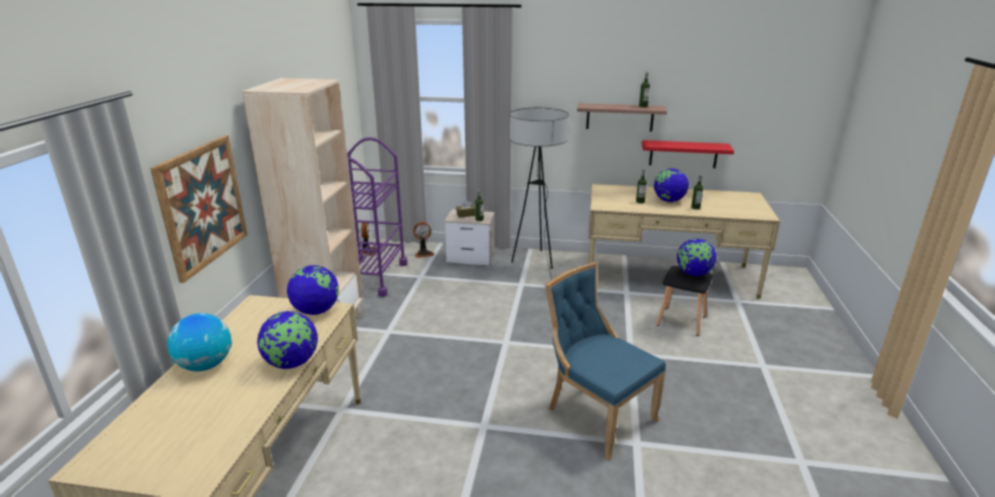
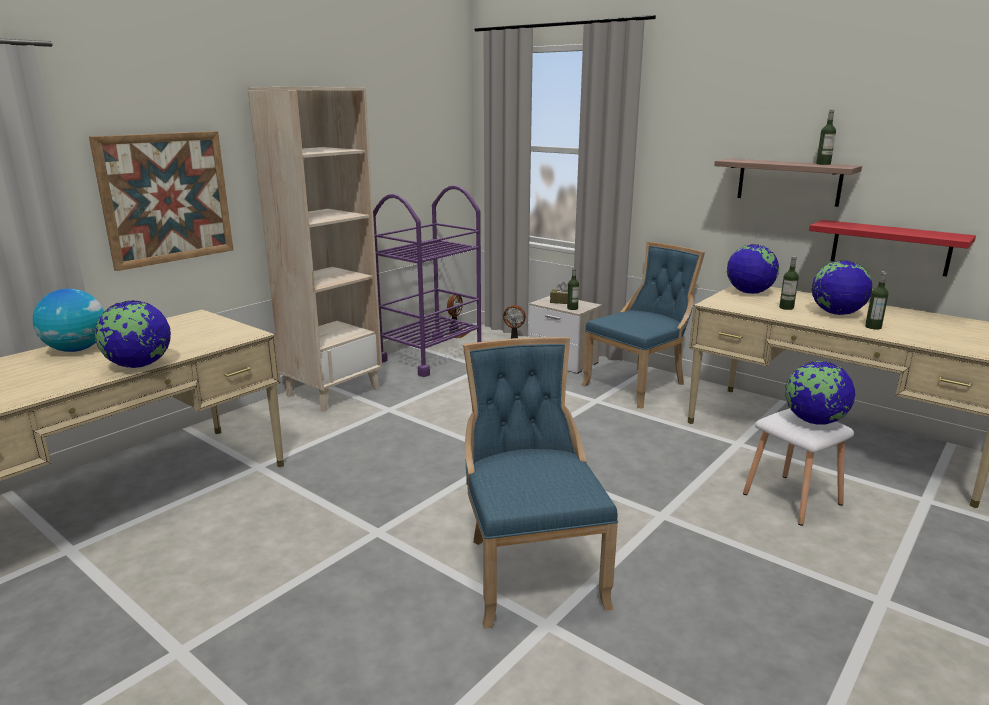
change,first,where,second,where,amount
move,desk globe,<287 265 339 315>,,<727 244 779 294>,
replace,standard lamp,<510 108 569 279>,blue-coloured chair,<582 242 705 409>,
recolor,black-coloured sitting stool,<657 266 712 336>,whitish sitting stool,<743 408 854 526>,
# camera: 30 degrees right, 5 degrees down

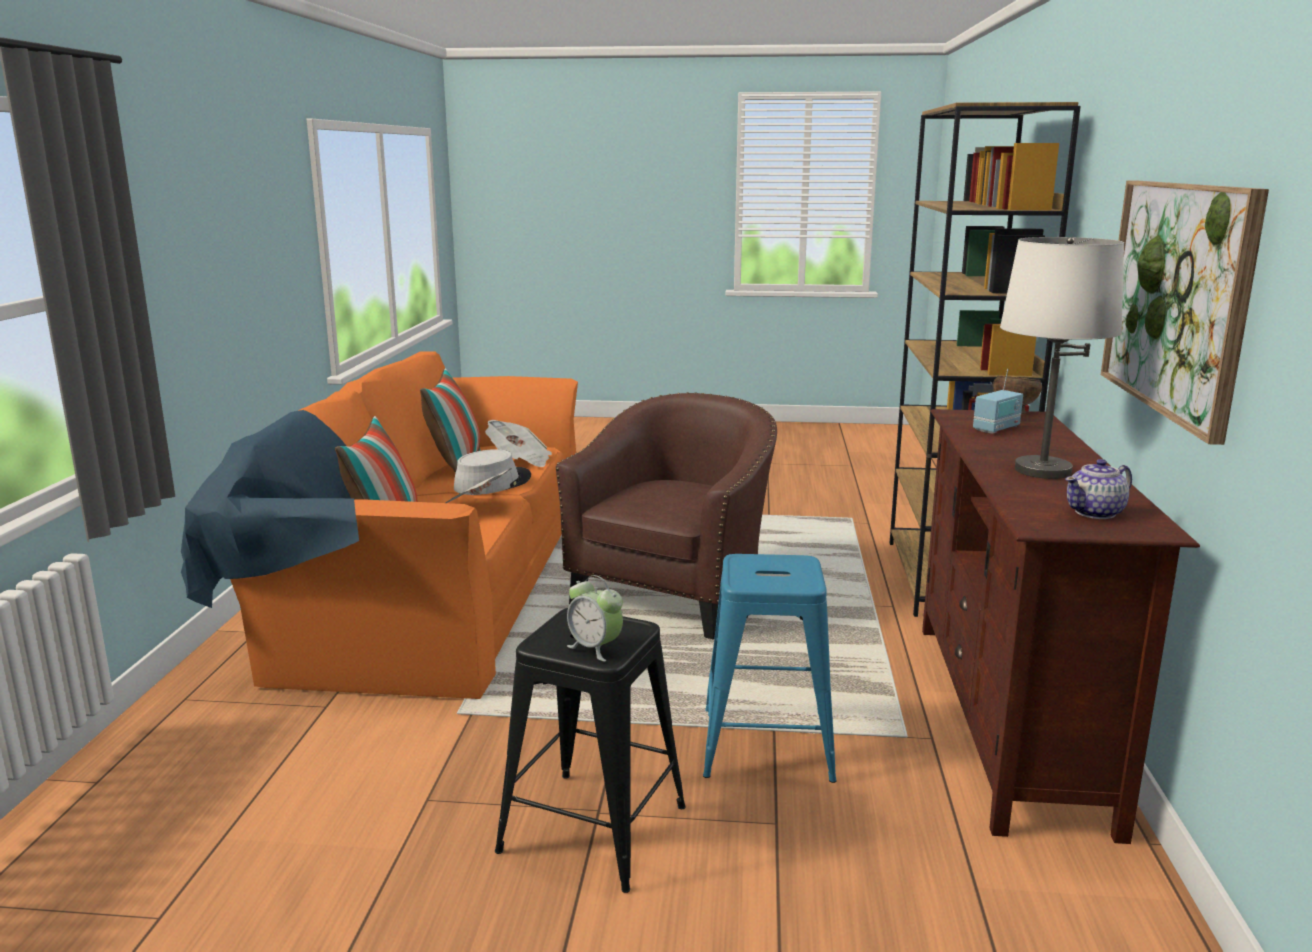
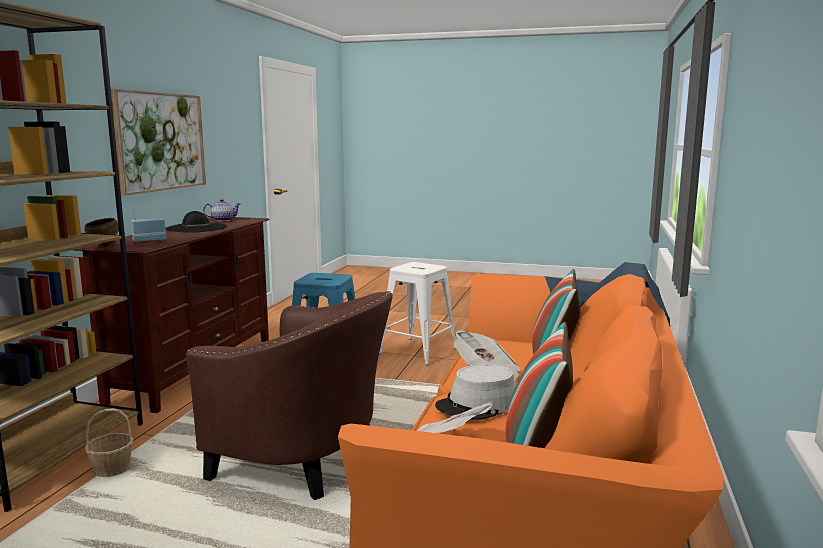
change,first,where,second,where,amount
recolor,black-coloured sitting stool,<495 608 686 893>,whitish sitting stool,<379 262 456 365>,
rotate,brown lounge chair,<556 392 777 639>,,<186 291 393 500>,105 degrees counterclockwise
delete,table clock,<567 575 623 662>,,,
replace,whitish tabletop lamp,<1000 237 1124 479>,black-coloured hat,<166 211 227 233>,
insert,,,basket,<85 408 134 477>,
# camera: 170 degrees left, 5 degrees down

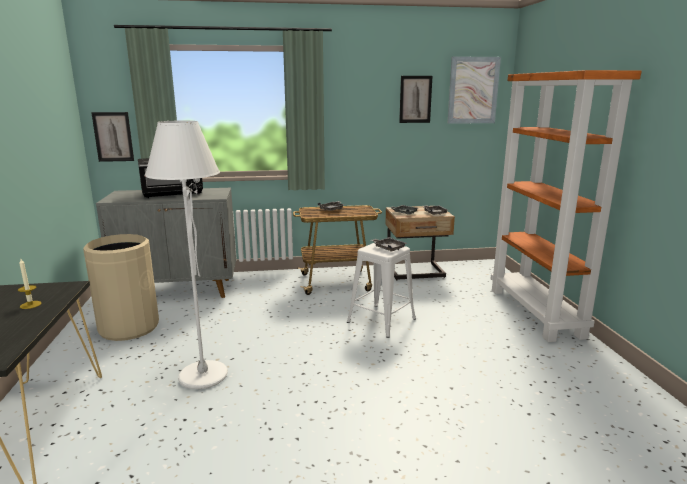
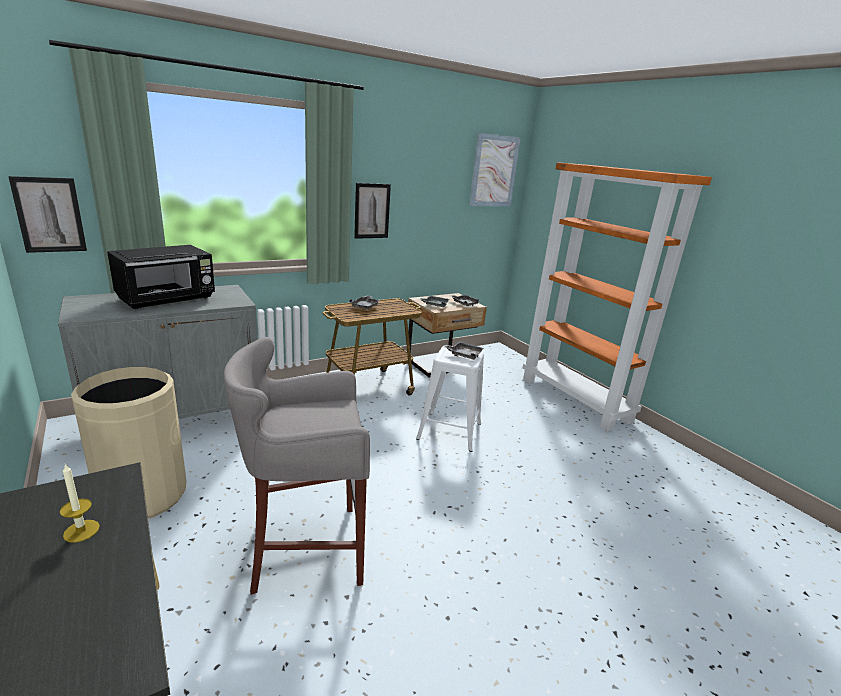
change,first,where,second,where,amount
replace,whitish standard lamp,<145 120 228 389>,gray sitting stool,<224 337 370 595>,
move,wall art,<399 76 432 123>,,<354 183 391 239>,
# camera: 25 degrees left, 5 degrees up

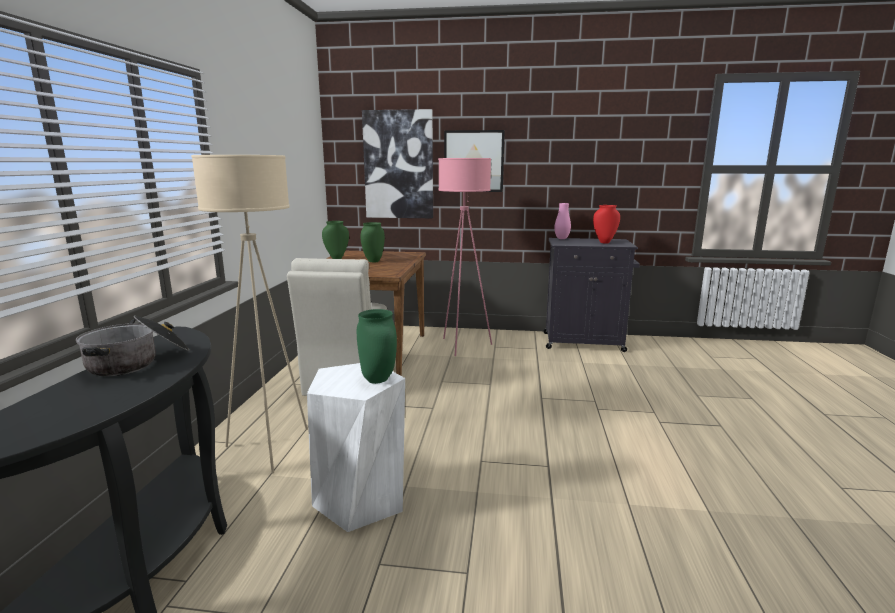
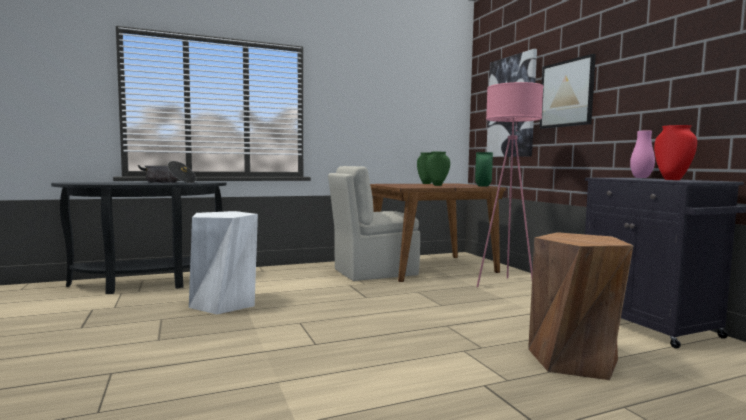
change,first,where,second,where,amount
delete,beige standard lamp,<191 155 308 473>,,,
move,green-coloured decorative vase,<357 309 397 384>,,<475 152 493 187>,
insert,,,brown sitting stool,<528 232 633 380>,
# camera: 60 degrees right, 10 degrees down

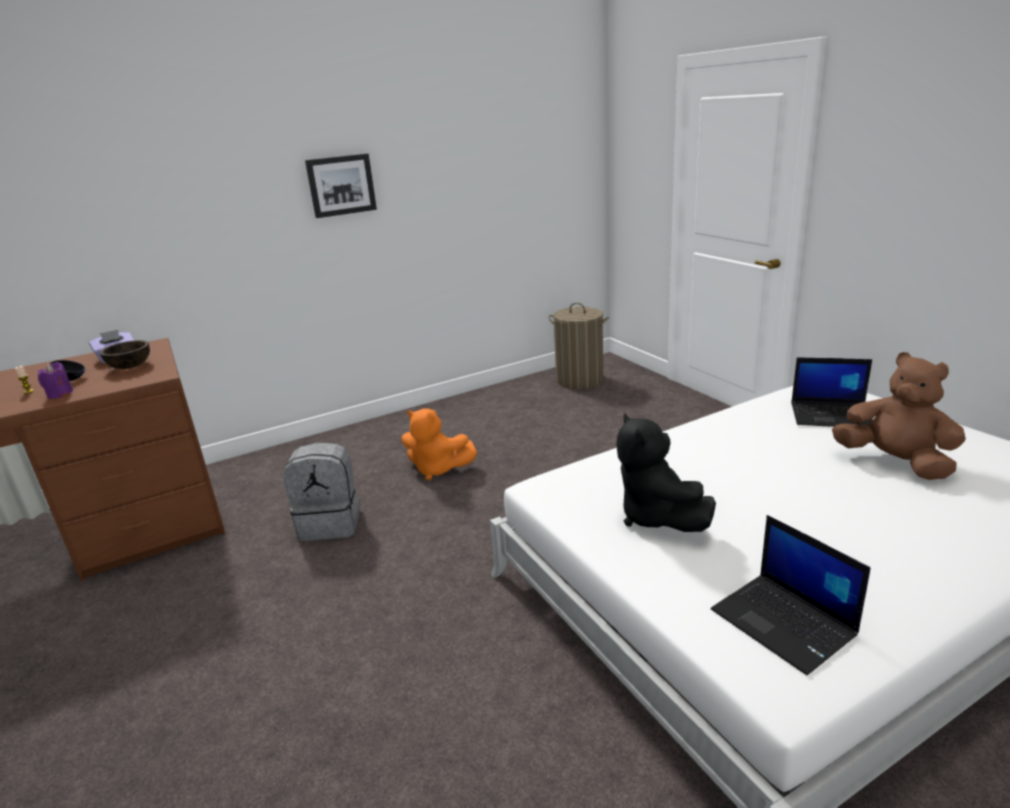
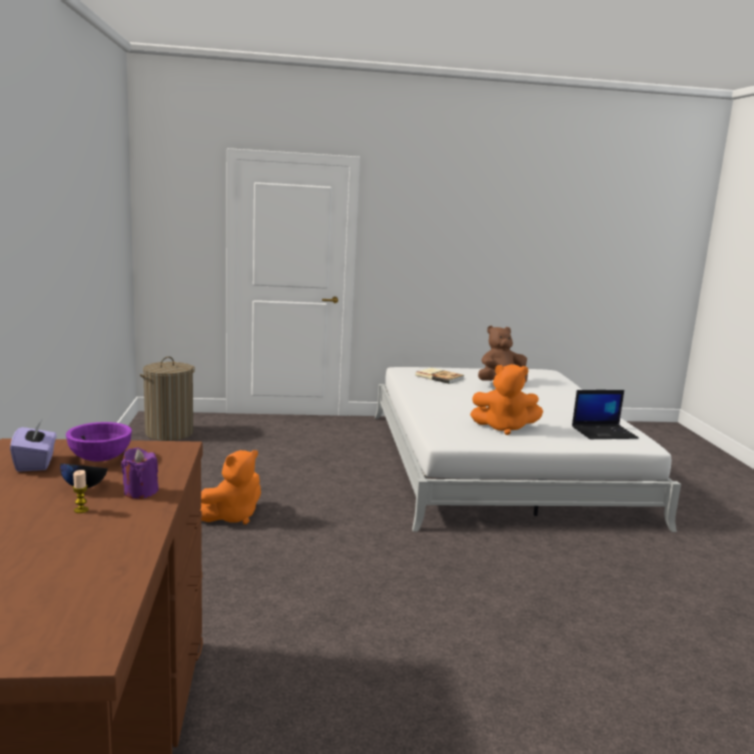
change,first,where,second,where,amount
recolor,brown serving bowl,<99 340 150 369>,purplish serving bowl,<66 422 132 461>,
delete,gray backpack,<283 442 360 541>,,,
delete,wall art,<305 153 377 218>,,,
recolor,black-coloured plush toy,<616 413 716 532>,orangey plush toy,<470 364 543 435>,
replace,notebook computer,<791 357 872 427>,book,<415 368 464 384>,
# camera: 70 degrees left, 10 degrees down

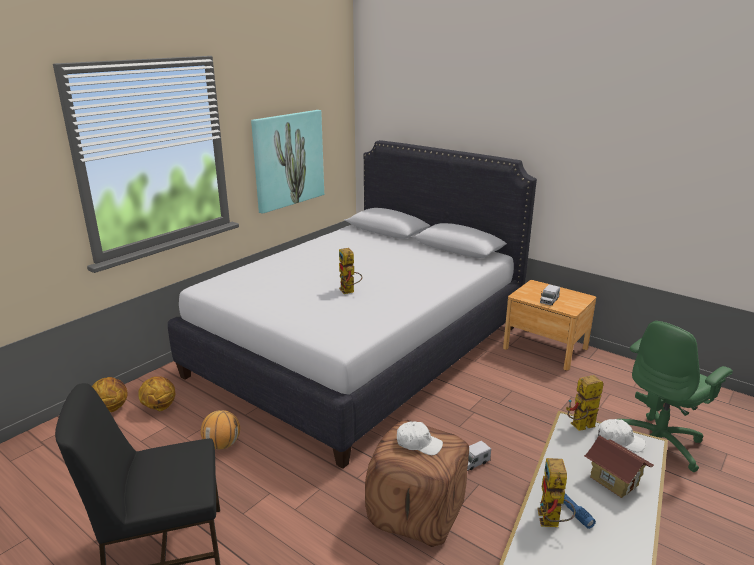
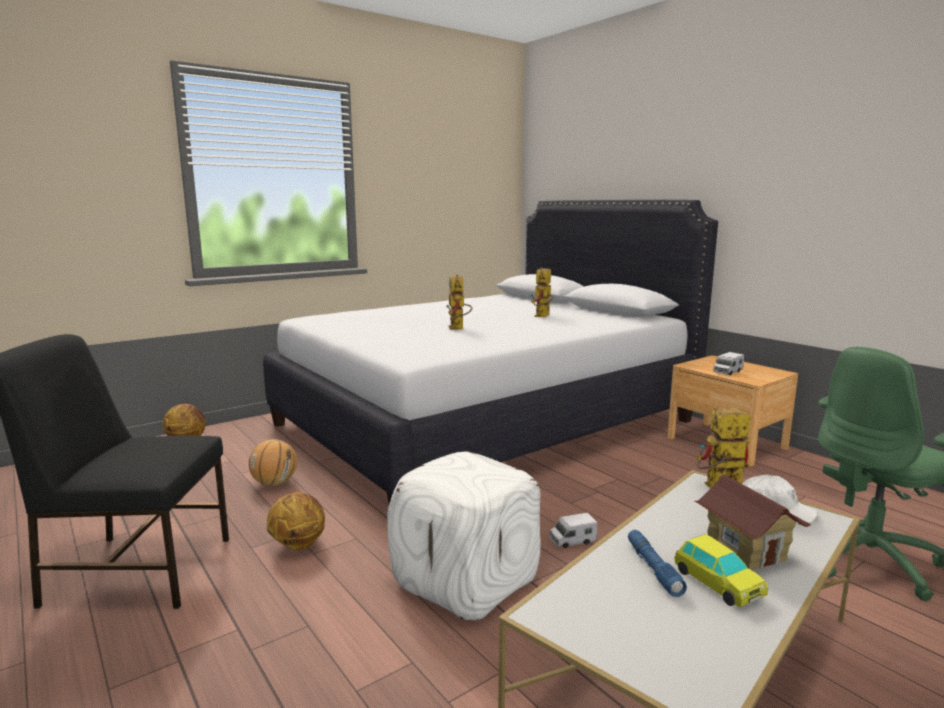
change,first,where,second,where,amount
move,basketball ball,<138 376 175 411>,,<267 492 325 551>,
delete,wall art,<251 110 324 214>,,,
recolor,brown pouffe,<365 420 469 547>,whitish pouffe,<387 451 541 621>,
delete,whitish peaked cap,<397 421 443 455>,,,
move,robot figure,<537 458 576 527>,,<531 267 553 317>,
insert,,,miniature car,<674 534 768 607>,
# camera: 15 degrees right, 10 degrees down

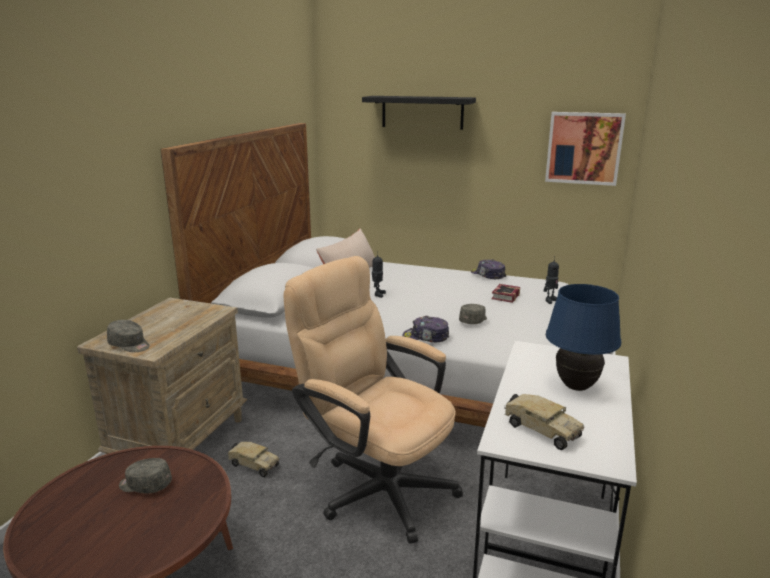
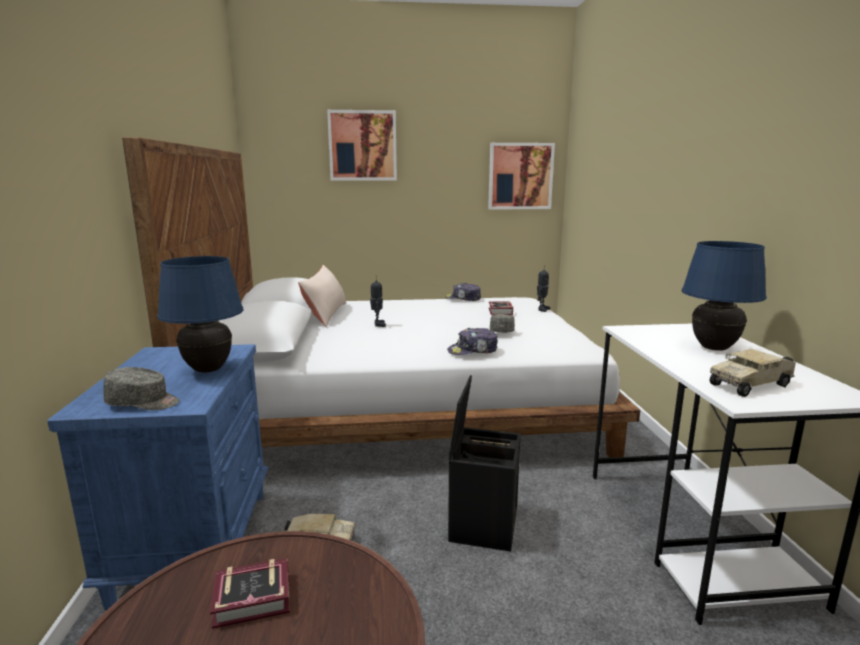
change,first,where,second,where,amount
recolor,beige night table,<77 297 248 454>,blue-coloured night table,<47 344 268 611>,
replace,gray peaked cap,<119 458 172 493>,book,<210 558 290 629>,
replace,beige office chair,<283 256 463 544>,black-coloured storage bin,<448 375 521 552>,
replace,black-coloured shelf,<362 96 476 130>,wall art,<327 110 397 181>,
rotate,model truck,<504 394 584 450>,,<709 349 796 397>,135 degrees clockwise
insert,,,blue-coloured tabletop lamp,<157 256 243 373>,
# camera: 25 degrees left, 5 degrees down

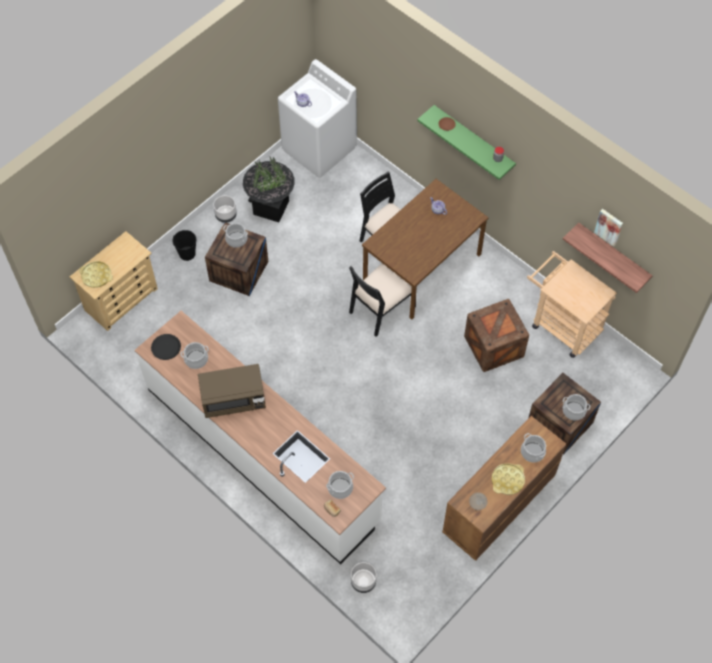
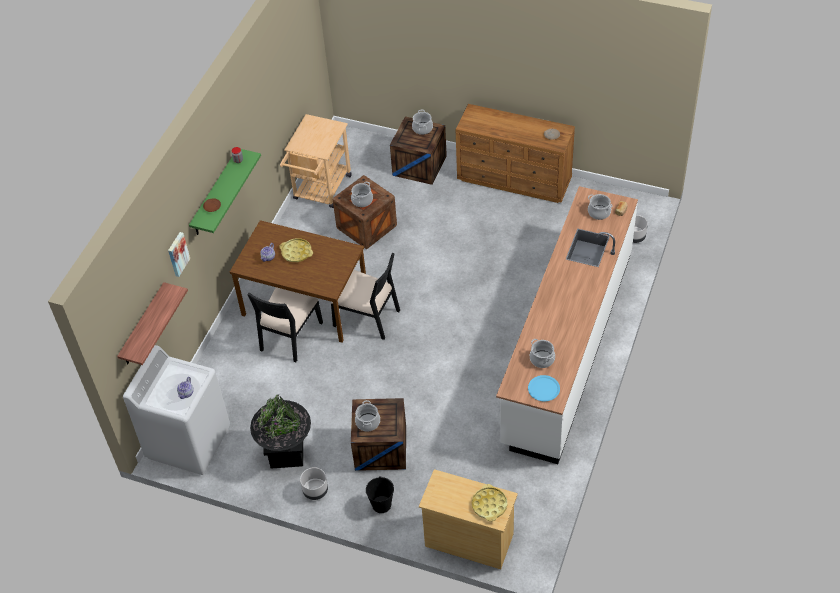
change,first,where,second,where,amount
recolor,black-coloured plate,<151 334 181 360>,blue-coloured plate,<528 375 560 401>,
delete,brown microwave,<198 364 266 418>,,,
move,yellow tray,<492 463 525 495>,,<279 238 313 262>,
move,saucepot,<521 433 546 462>,,<351 182 373 207>,
move,shelf,<563 223 653 293>,,<117 282 188 365>,
move,wall art,<594 209 623 247>,,<168 232 190 277>,
# camera: 110 degrees left, 10 degrees down

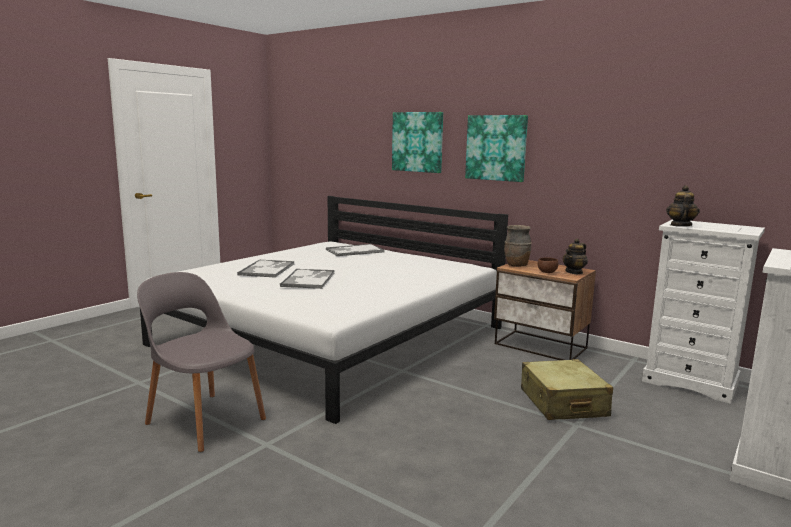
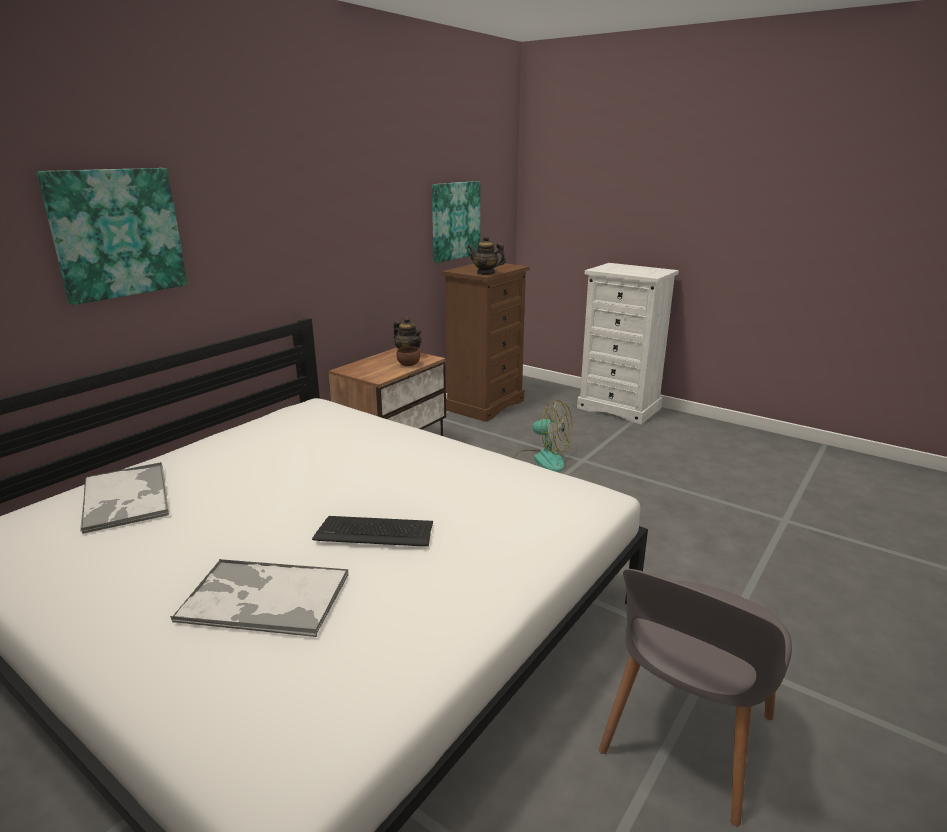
change,first,where,second,where,amount
replace,tray,<280 269 334 289>,keyboard,<312 516 433 546>,
move,wall art,<465 115 528 182>,,<432 181 480 263>,
delete,brown decorative vase,<504 225 532 267>,,,
replace,beige piece of luggage,<521 359 613 420>,cooling fan,<514 400 573 472>,
recolor,whitish dresser,<642 220 765 404>,brown dresser,<441 263 530 422>,
# camera: 90 degrees left, 10 degrees up

